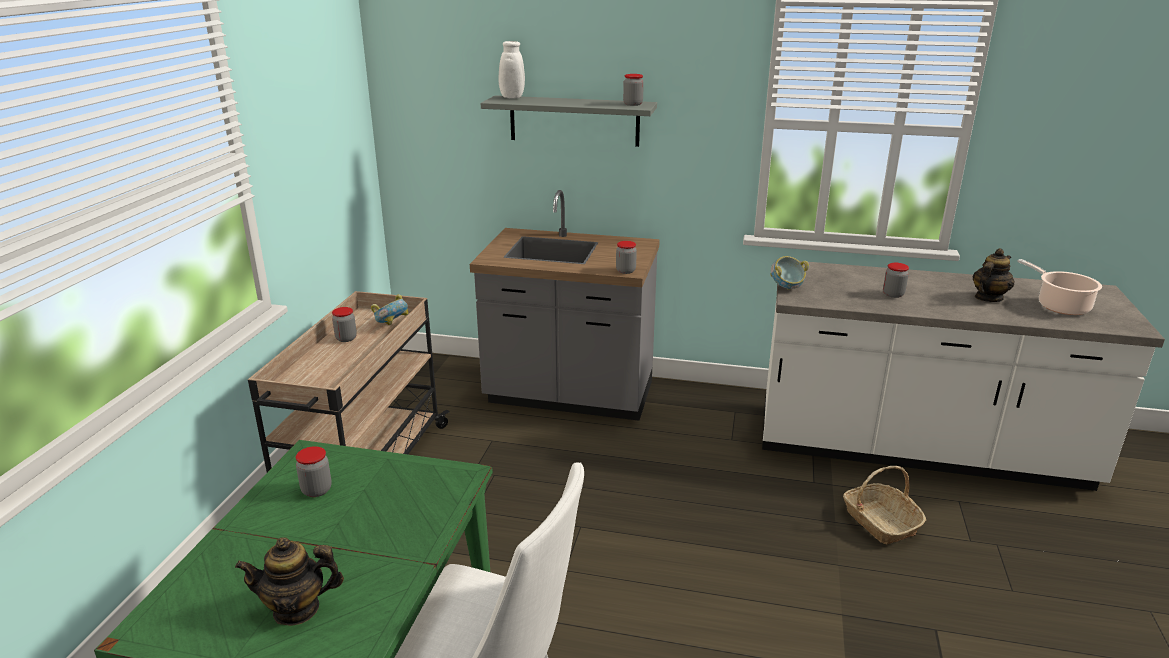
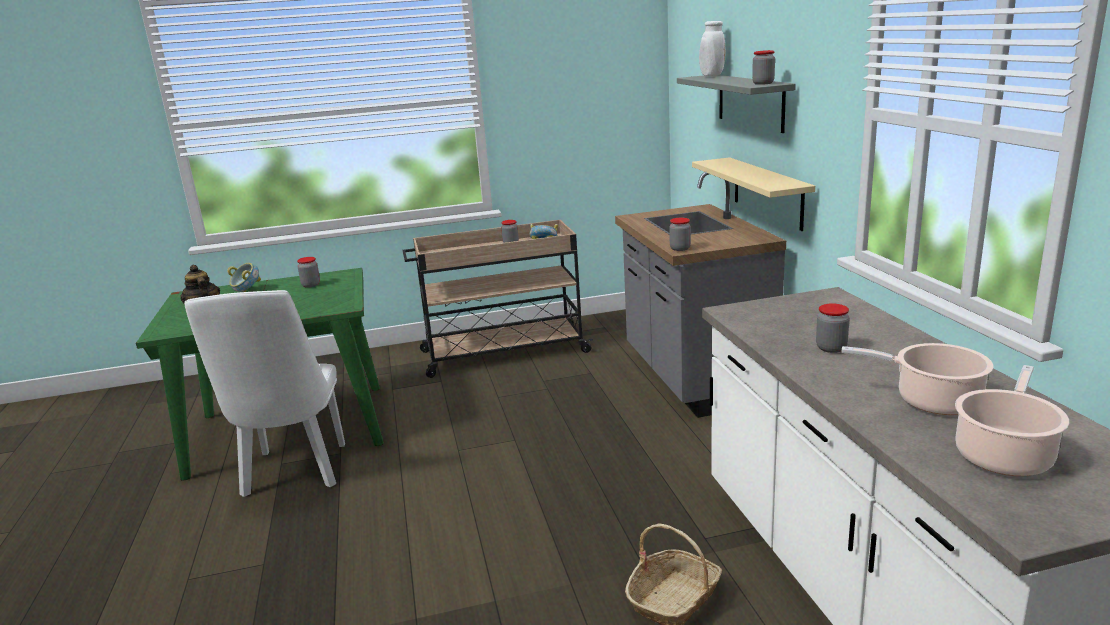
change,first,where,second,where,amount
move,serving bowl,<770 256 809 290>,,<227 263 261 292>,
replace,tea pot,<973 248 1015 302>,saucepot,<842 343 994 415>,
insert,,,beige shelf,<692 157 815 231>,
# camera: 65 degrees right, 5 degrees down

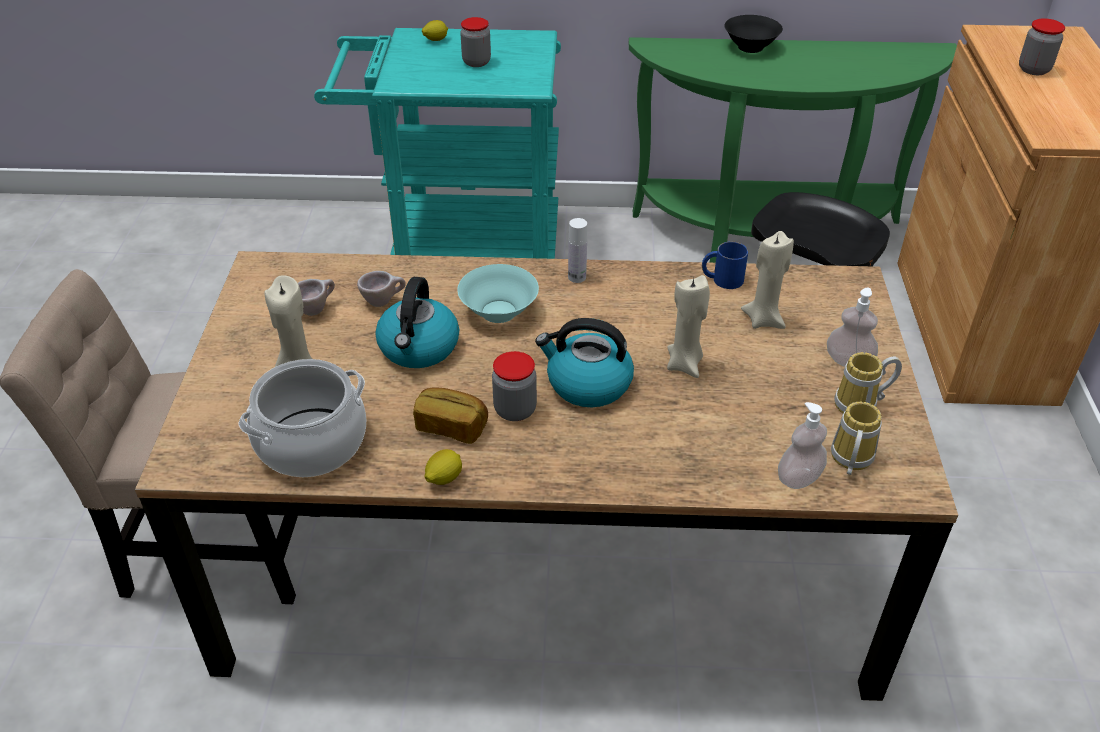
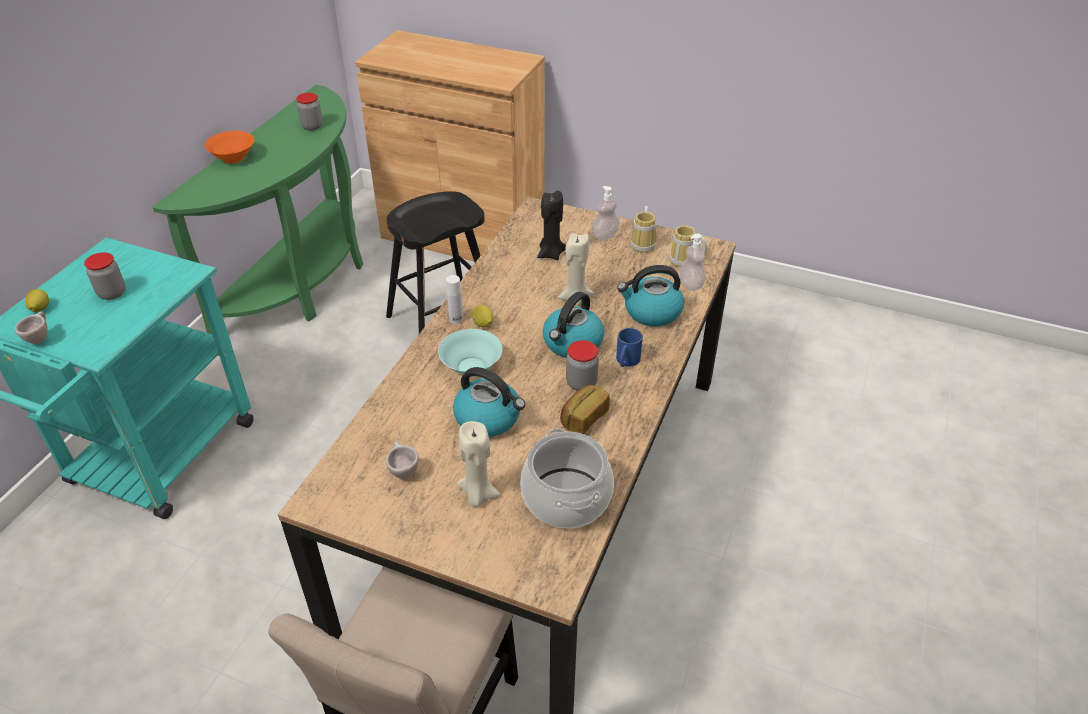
change,first,where,second,where,amount
move,beige cup,<357 271 406 307>,,<15 311 48 344>,
move,citrus fruit,<424 449 462 485>,,<472 305 493 327>,
move,blue-coloured tea mug,<702 242 748 289>,,<616 328 643 367>,
recolor,black-coloured serving bowl,<724 15 783 53>,orangey serving bowl,<205 131 254 164>,
recolor,beige wax light,<741 231 794 329>,black-coloured wax light,<537 190 566 260>,
move,storage jar,<1019 18 1065 75>,,<296 93 323 131>,
insert,,,water kettle,<617 265 684 327>,
# camera: 70 degrees left, 0 degrees up

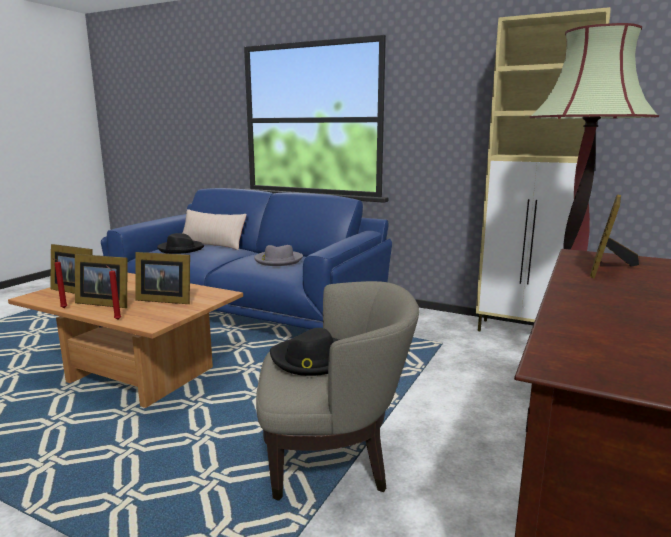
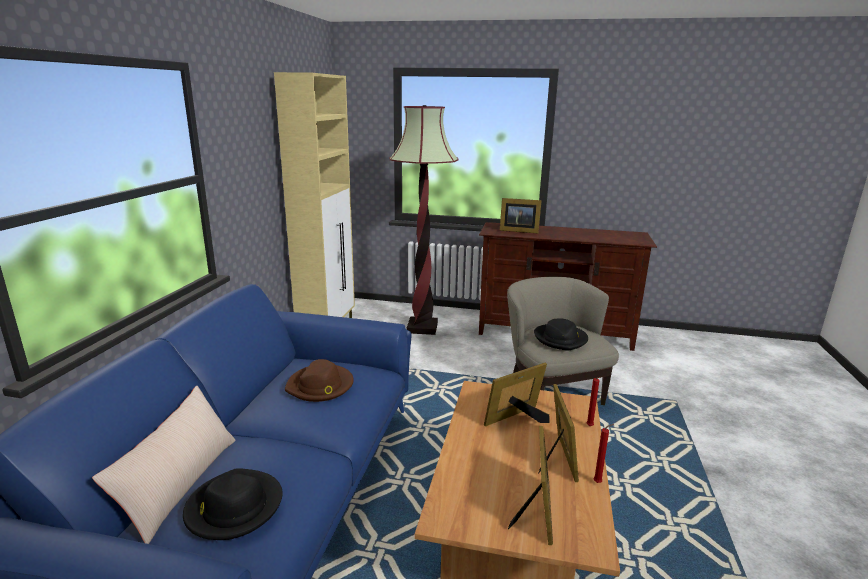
change,first,where,second,where,amount
rotate,photo frame,<135 252 190 304>,,<484 363 550 426>,120 degrees counterclockwise
recolor,gray hat,<254 245 303 266>,brown hat,<285 359 354 402>,
# camera: 105 degrees left, 5 degrees up

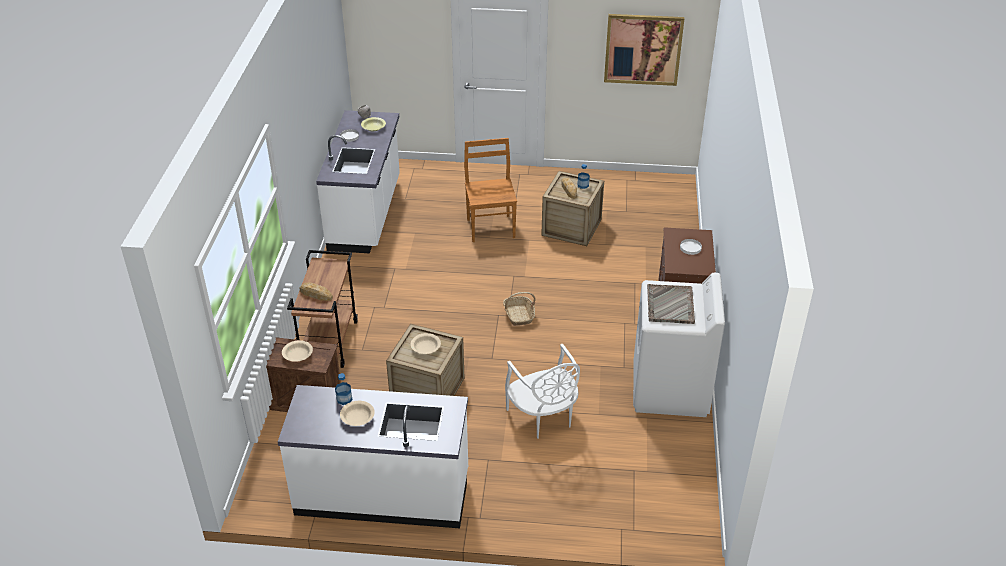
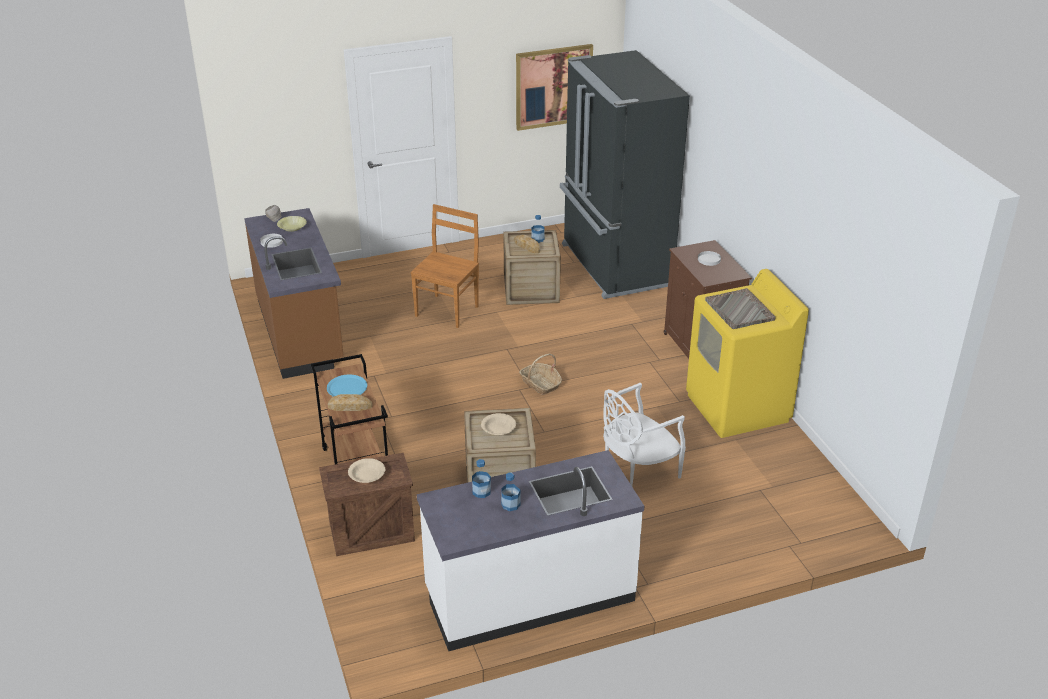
change,first,where,second,where,amount
recolor,whitish kitchen base unit,<316 110 400 253>,brown kitchen base unit,<244 208 344 379>,
replace,beige serving bowl,<340 401 375 426>,bottle,<501 473 520 511>,
rotate,brown chair,<464 138 517 242>,,<410 204 479 328>,60 degrees clockwise
rotate,whitish chair,<505 344 580 439>,,<603 383 686 486>,105 degrees clockwise
recolor,whitish washing machine,<633 273 725 417>,yellow washing machine,<686 269 809 438>,
insert,,,blue-coloured plate,<327 375 367 397>,
insert,,,black-coloured refrigerator,<560 50 690 299>,
# camera: 25 degrees left, 5 degrees down

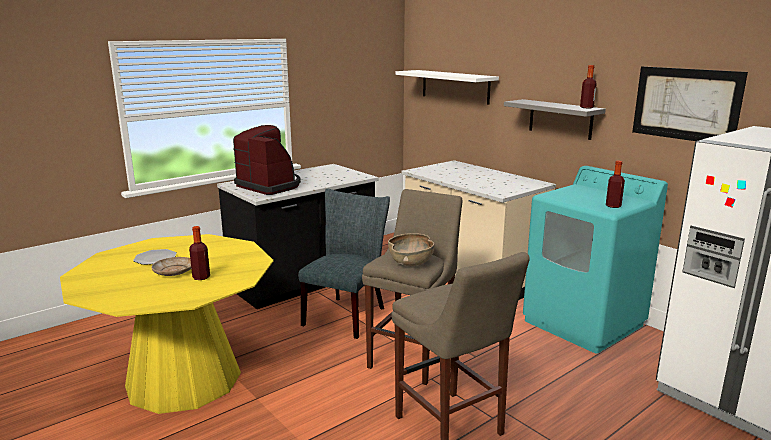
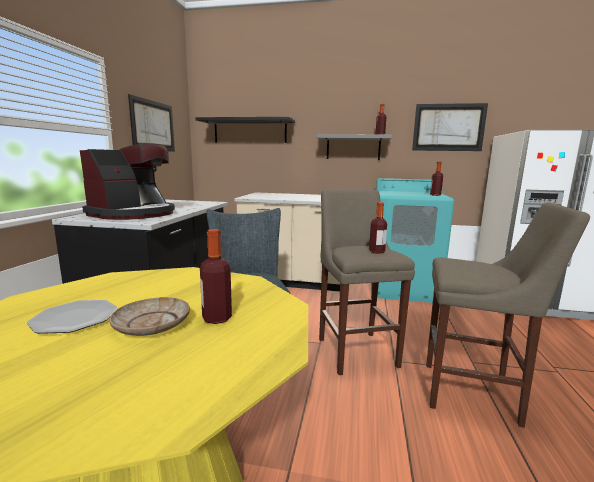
change,first,where,second,where,amount
rotate,coffee machine,<233 125 301 195>,,<80 144 175 220>,120 degrees clockwise
replace,brown serving bowl,<388 233 434 266>,bottle,<369 202 387 254>,
recolor,whitish shelf,<395 70 499 105>,black-coloured shelf,<196 117 295 143>,
insert,,,wall art,<128 94 175 152>,
# camera: 40 degrees left, 5 degrees down

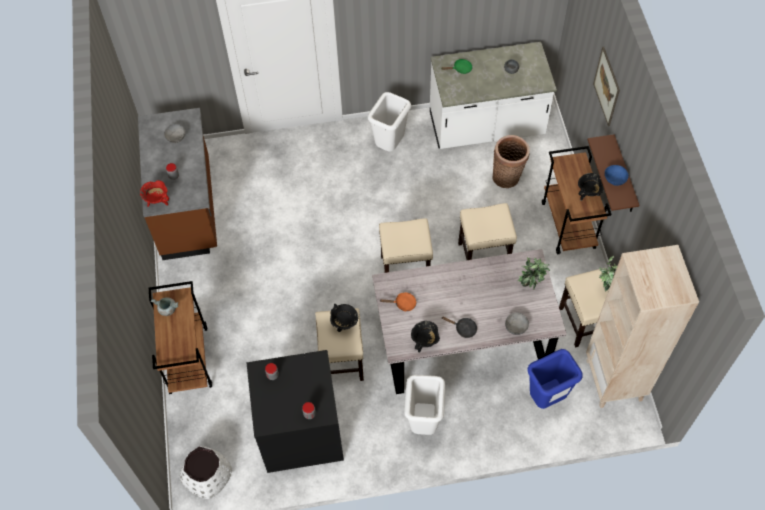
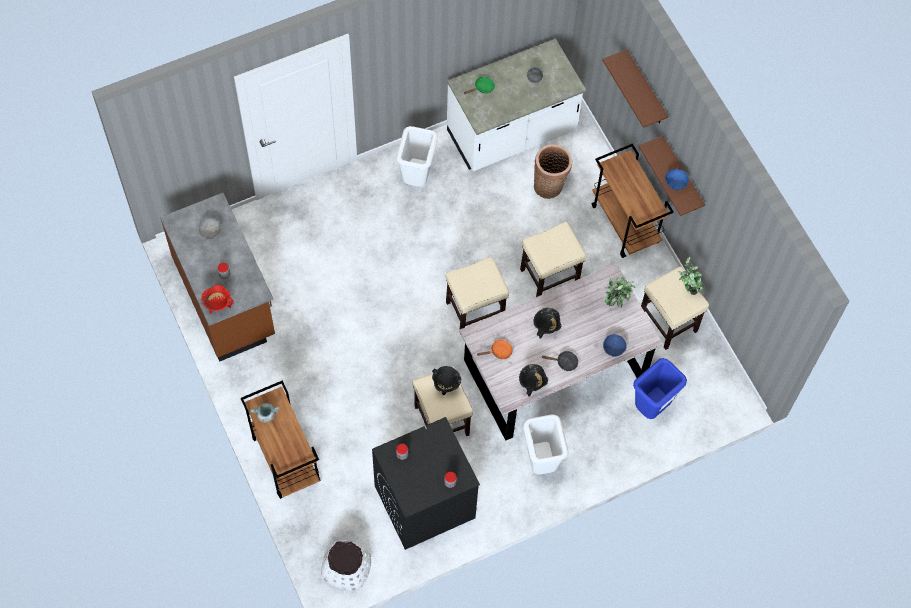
change,first,where,second,where,amount
recolor,gray serving bowl,<505 313 529 335>,blue-coloured serving bowl,<603 334 627 357>,
move,black-coloured saucepot,<578 173 604 201>,,<533 308 562 339>,
delete,beige shelving unit,<586 245 699 408>,,,
replace,wall art,<593 47 620 126>,brown shelf,<602 49 668 128>,
# camera: 20 degrees left, 5 degrees up

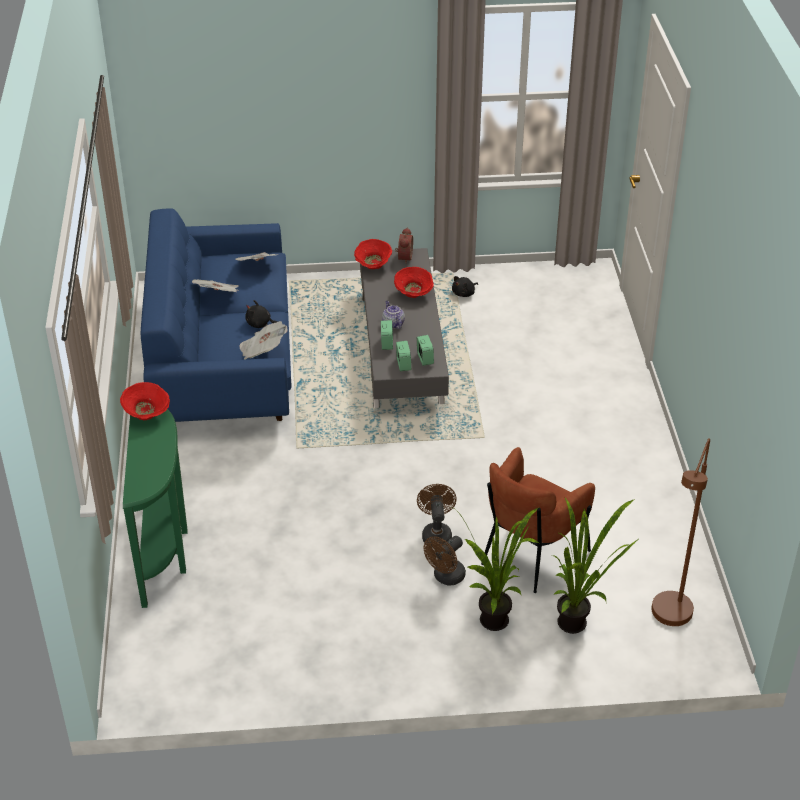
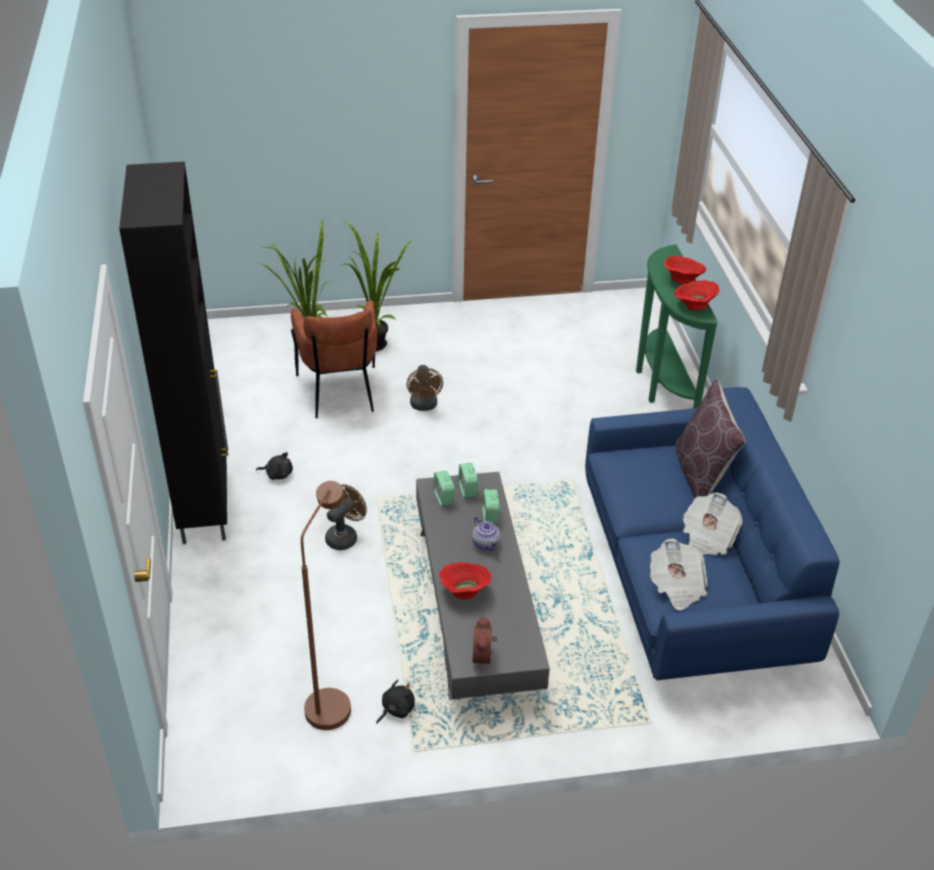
change,first,where,second,where,amount
delete,printed paper,<239 321 288 359>,,,
move,black-coloured plush toy,<245 300 278 328>,,<256 452 293 480>,
move,red serving bowl,<354 239 392 269>,,<664 256 706 284>,
move,brown cooling fan,<424 536 466 586>,,<325 484 367 550>,
rotate,brown lounge chair,<481 447 595 593>,,<291 300 377 418>,135 degrees clockwise
move,brown standard lamp,<651 438 710 626>,,<301 481 351 730>,
insert,,,black-coloured cabinet,<119 162 229 544>,
insert,,,brown cushion,<675 378 746 498>,
# camera: 175 degrees right, 0 degrees up

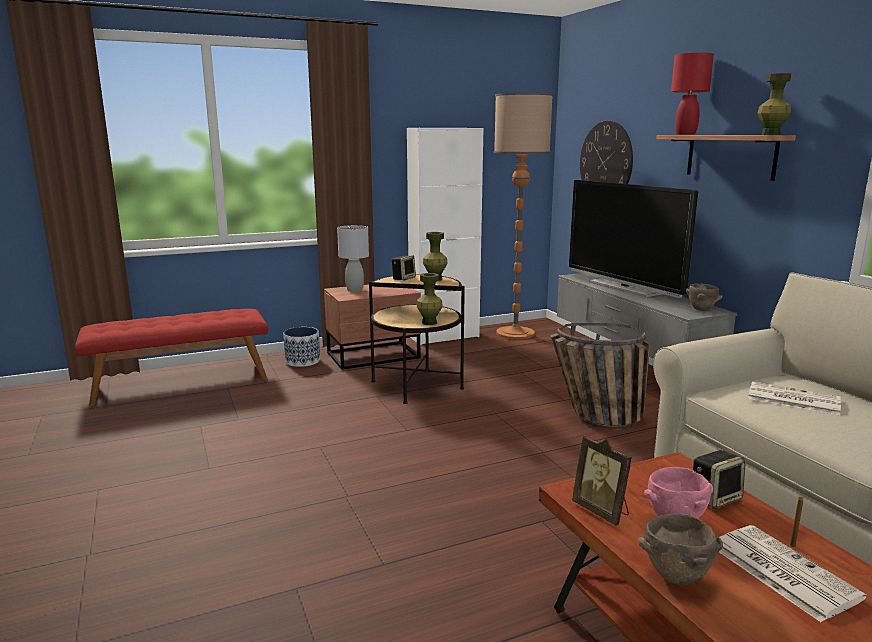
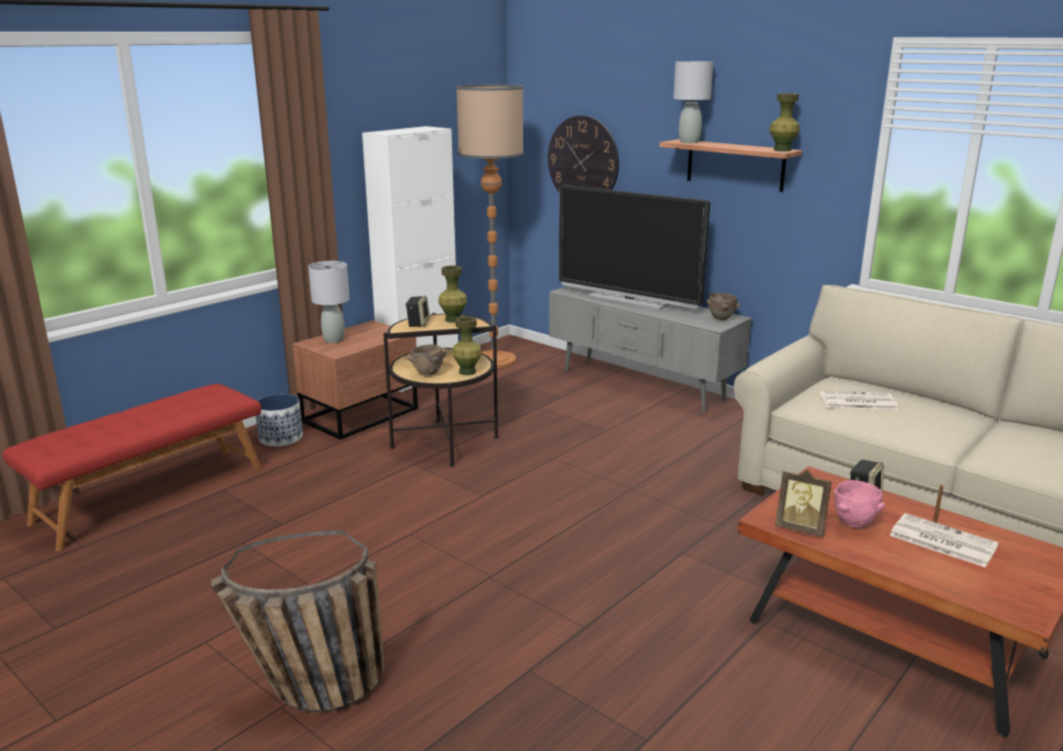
change,first,where,second,where,amount
move,basket,<550 323 650 429>,,<211 531 384 713>,
move,brown serving bowl,<638 514 723 585>,,<407 344 447 376>,
recolor,red tabletop lamp,<671 52 714 135>,gray tabletop lamp,<673 61 713 143>,
# camera: 25 degrees left, 5 degrees up

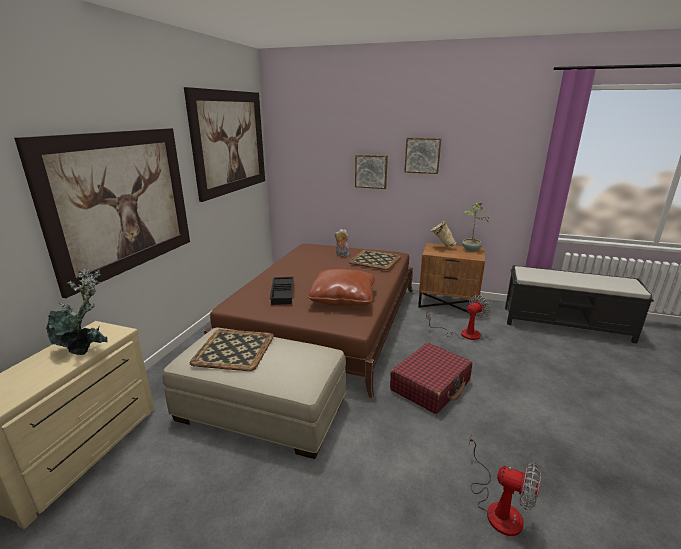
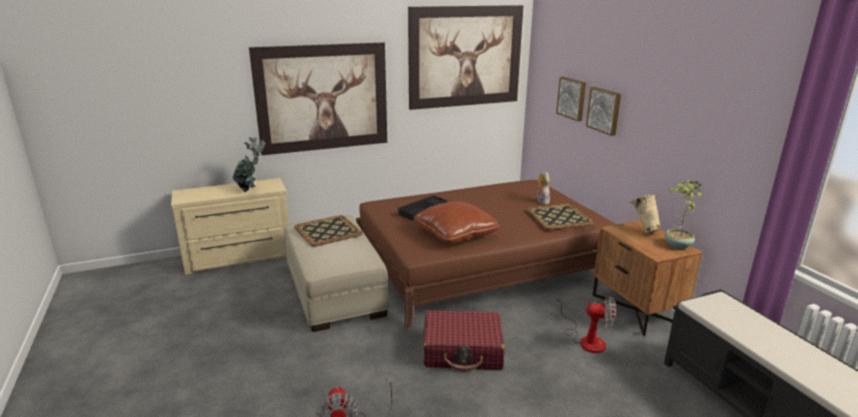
change,first,where,second,where,amount
move,wall art,<404 138 441 174>,,<556 77 586 121>,
# camera: 50 degrees right, 0 degrees up

